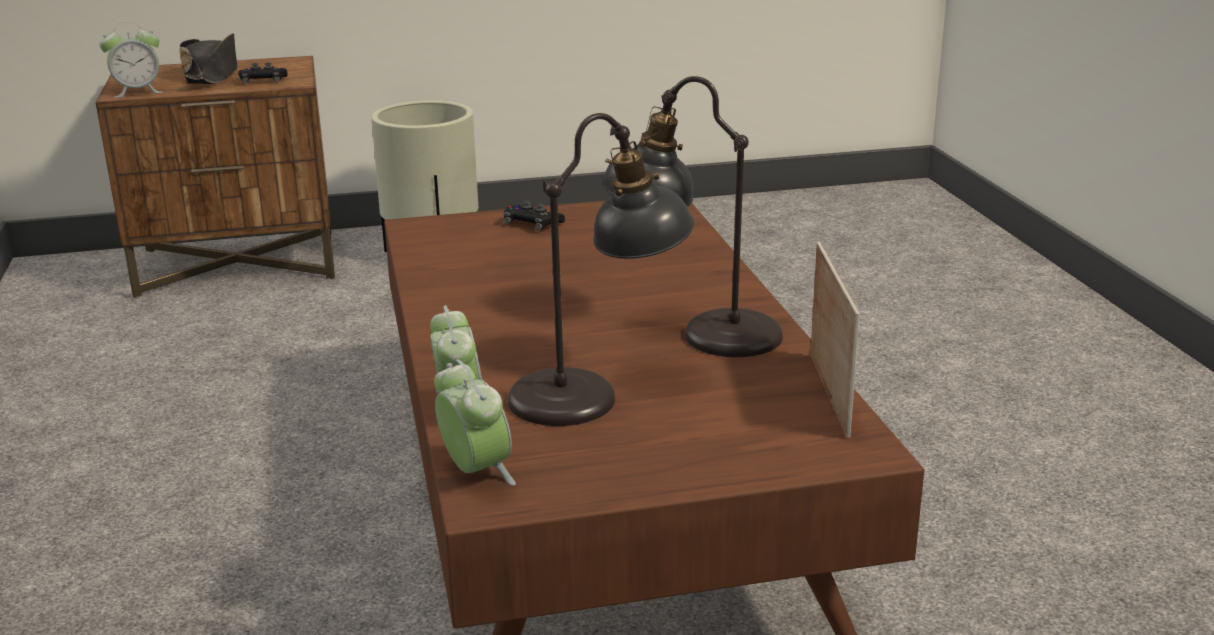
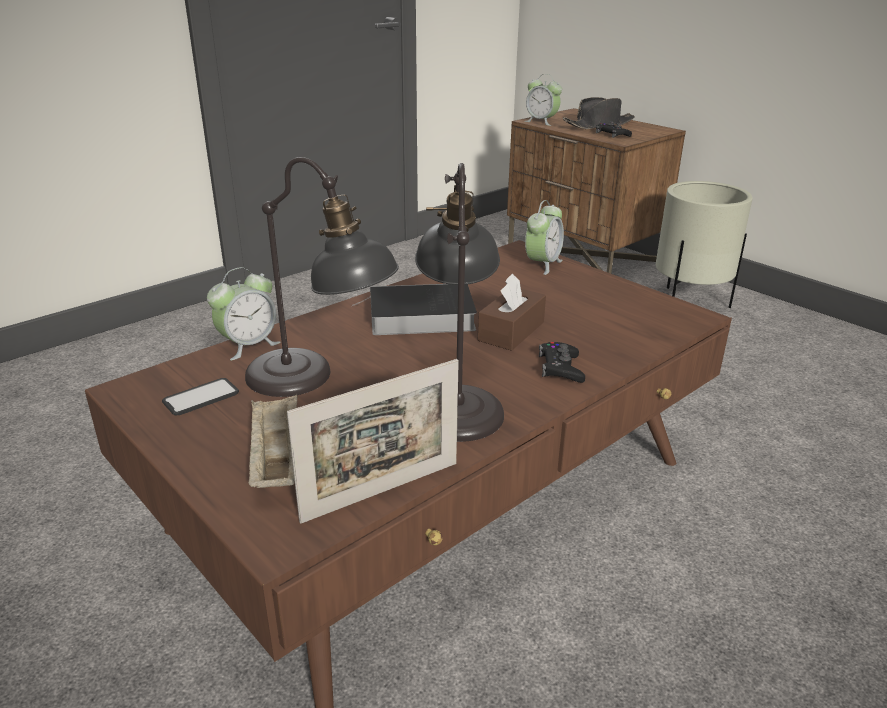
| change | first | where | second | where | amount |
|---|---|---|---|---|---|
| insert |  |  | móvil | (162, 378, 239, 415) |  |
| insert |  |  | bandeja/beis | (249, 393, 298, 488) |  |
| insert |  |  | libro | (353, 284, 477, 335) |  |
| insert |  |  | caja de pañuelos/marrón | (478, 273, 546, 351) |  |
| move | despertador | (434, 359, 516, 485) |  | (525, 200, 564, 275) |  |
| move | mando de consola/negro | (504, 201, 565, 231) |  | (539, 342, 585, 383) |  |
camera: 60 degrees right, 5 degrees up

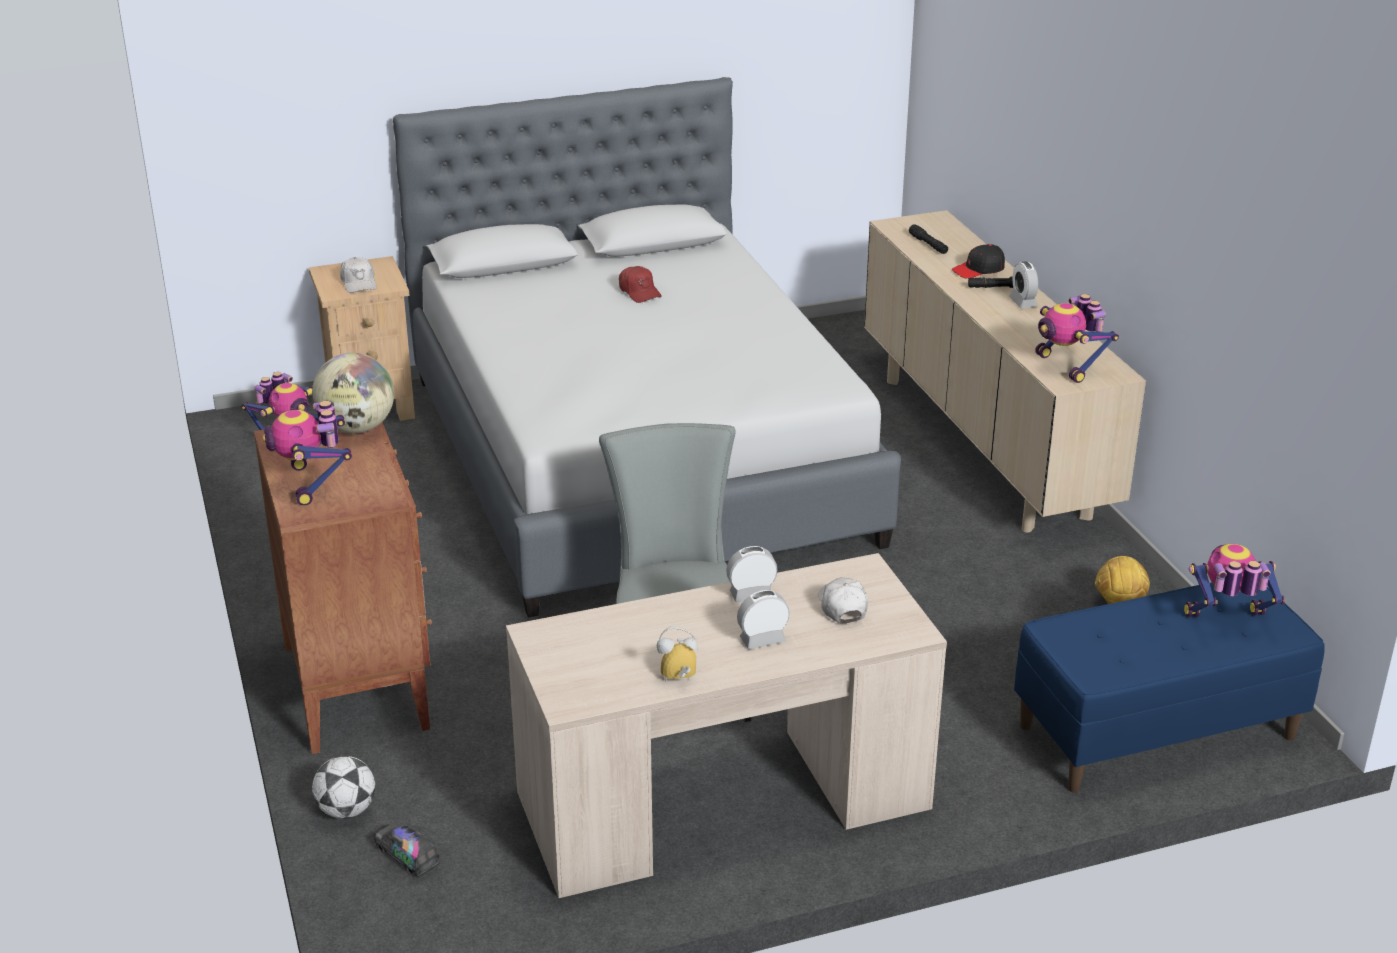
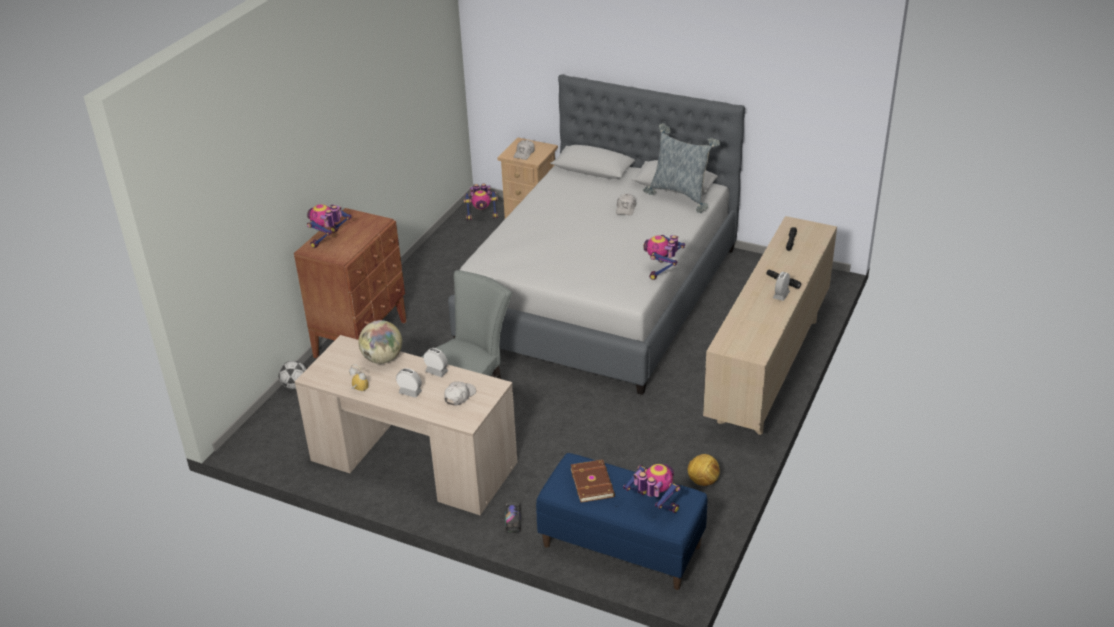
| change | first | where | second | where | amount |
|---|---|---|---|---|---|
| move | globo terráqueo | (312, 353, 394, 433) |  | (358, 320, 402, 364) |  |
| move | camión de juguete | (374, 822, 440, 877) |  | (505, 502, 521, 532) |  |
| insert |  |  | libro/marrón | (570, 459, 615, 503) |  |
| recolor | gorra/rojo | (619, 266, 662, 303) | gorra/blanco | (616, 193, 636, 215) |  |
| insert |  |  | cojín | (643, 124, 720, 213) |  |
| move | robot de juguete | (1035, 294, 1119, 383) |  | (643, 235, 685, 280) |  |
| delete | gorra/negro | (952, 244, 1005, 278) |  |  |  |
camera: 45 degrees right, 5 degrees up

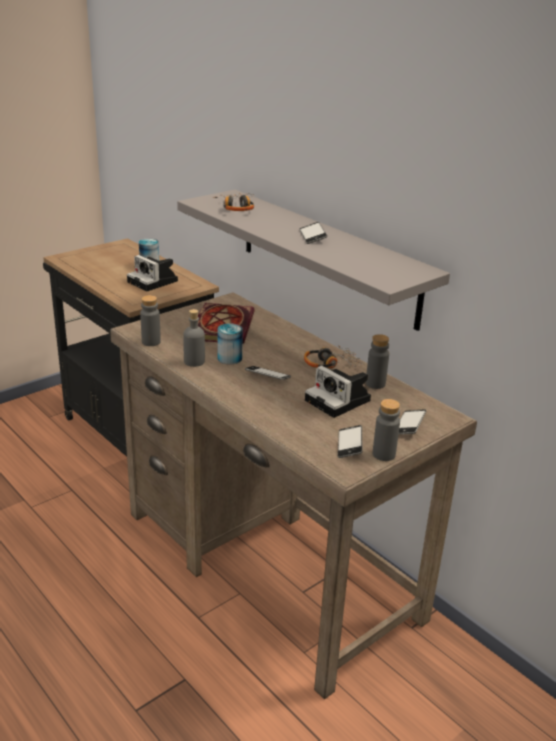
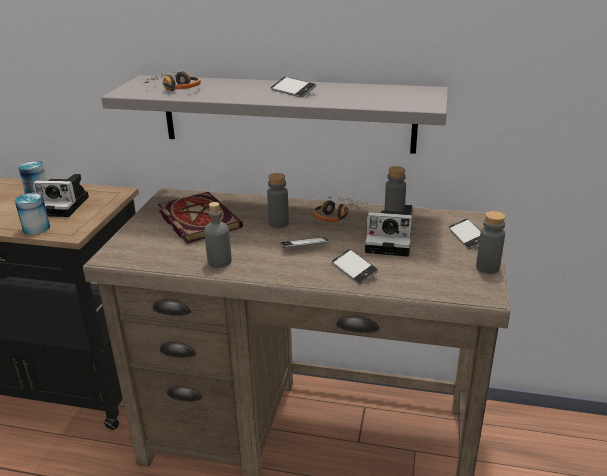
| change | first | where | second | where | amount |
|---|---|---|---|---|---|
| move | lata | (217, 323, 243, 365) |  | (15, 193, 50, 235) |  |
| move | botella/gris | (140, 295, 161, 346) |  | (267, 173, 289, 228) |  |
| move | móvil | (338, 425, 362, 458) |  | (332, 249, 378, 284) |  |
camera: 35 degrees left, 0 degrees up

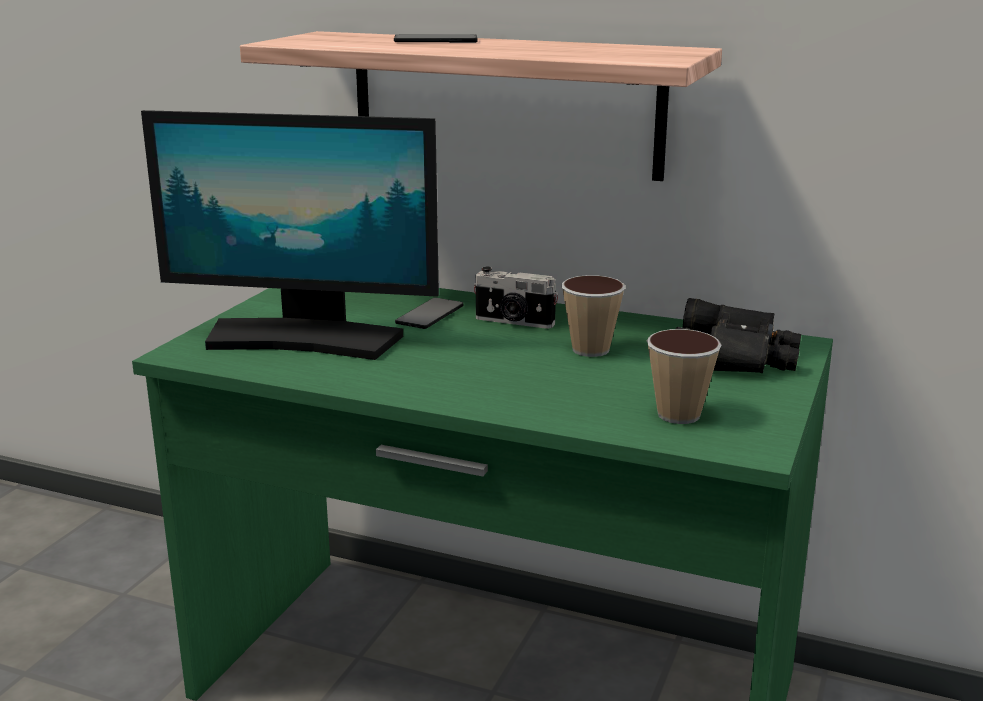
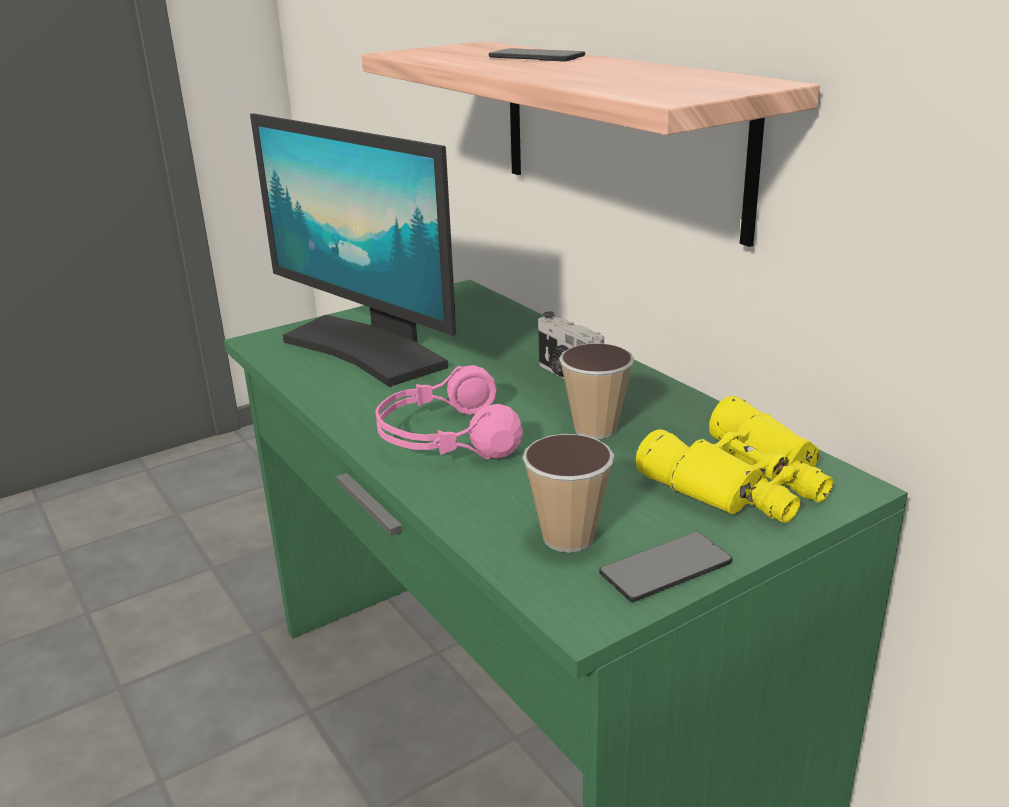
| change | first | where | second | where | amount |
|---|---|---|---|---|---|
| insert |  |  | auriculares/rosa | (375, 365, 523, 460) |  |
| move | móvil | (395, 298, 464, 329) |  | (599, 532, 732, 602) |  |
| recolor | prismáticos/negro | (676, 298, 801, 373) | prismáticos/amarillo | (636, 395, 833, 523) |  |
camera: 35 degrees right, 5 degrees up

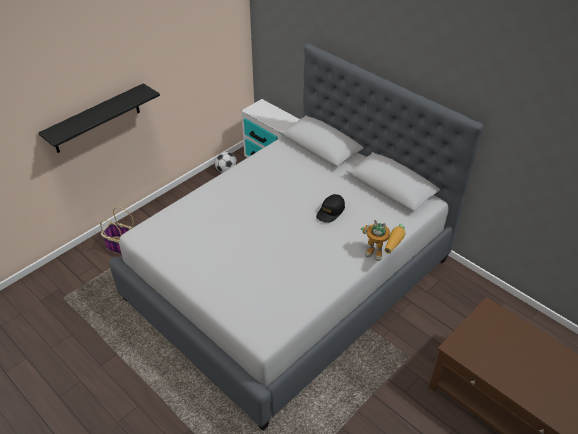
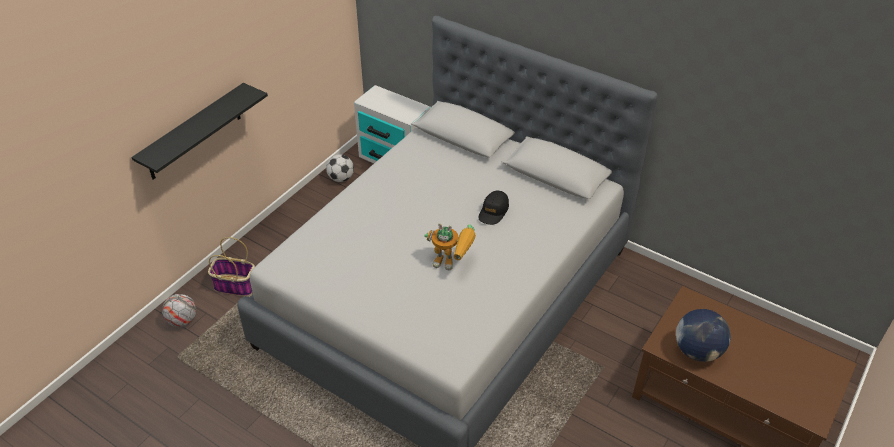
| change | first | where | second | where | amount |
|---|---|---|---|---|---|
| insert |  |  | balón de fútbol | (162, 294, 196, 327) |  |
| move | robot de juguete | (361, 219, 405, 261) |  | (424, 223, 476, 270) |  |
| insert |  |  | globo terráqueo | (676, 309, 731, 362) |  |
camera: 10 degrees left, 0 degrees up

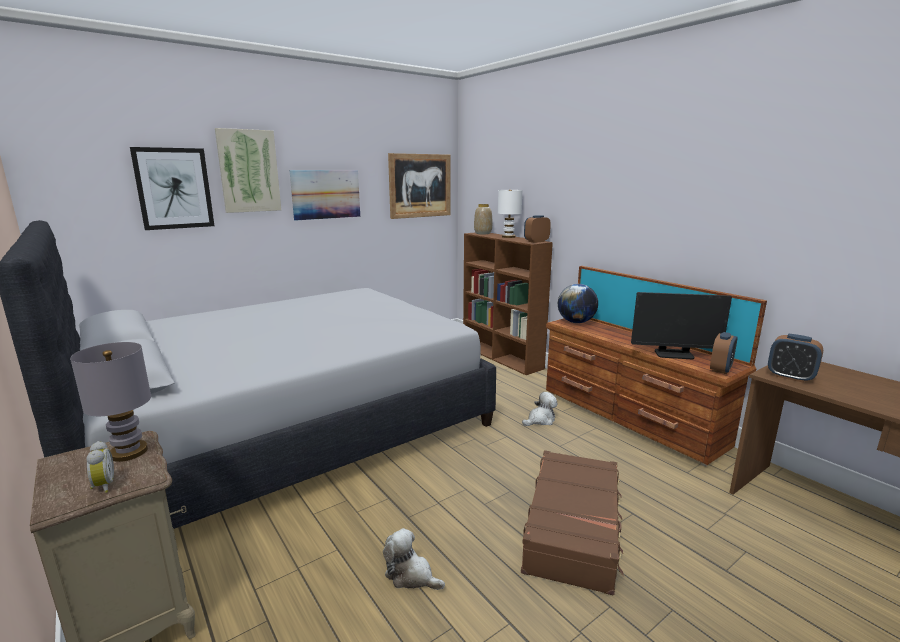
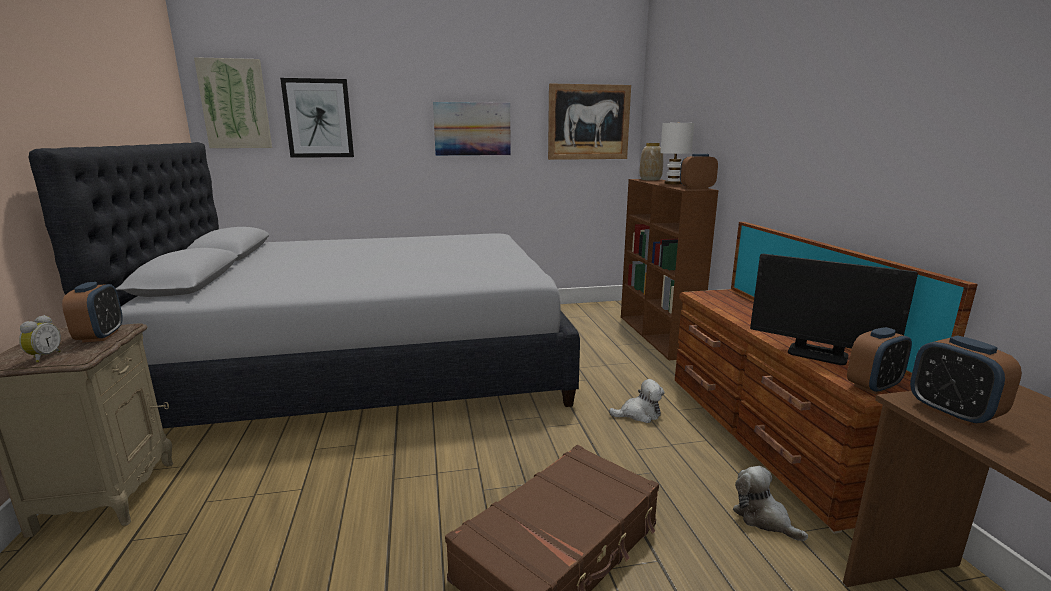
| change | first | where | second | where | amount |
|---|---|---|---|---|---|
| replace | lámpara de mesa/gris | (70, 342, 151, 462) | despertador | (62, 282, 123, 343) |  |
| move | cuadro | (215, 128, 281, 213) |  | (194, 57, 272, 148) |  |
| move | peluche | (383, 528, 445, 590) |  | (733, 466, 808, 541) |  |
| delete | globo terráqueo | (558, 284, 598, 323) |  |  |  |
camera: 25 degrees right, 0 degrees up

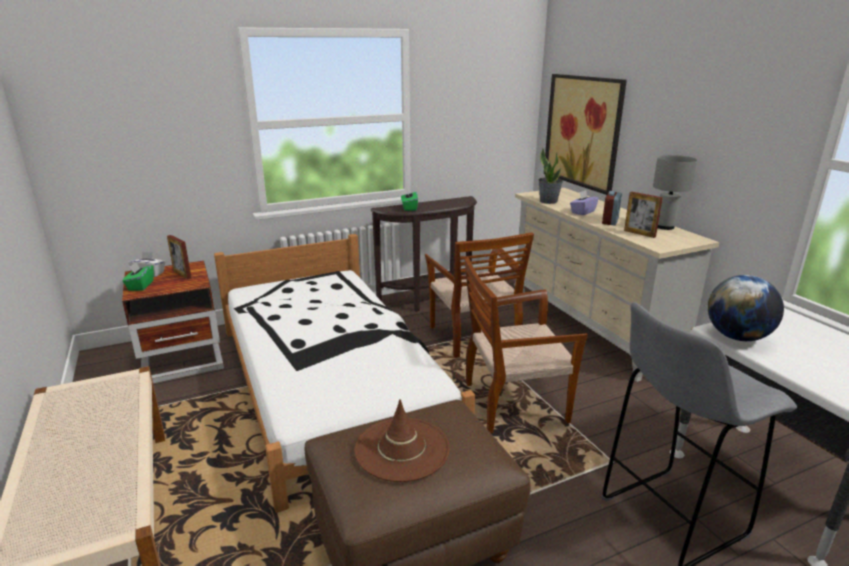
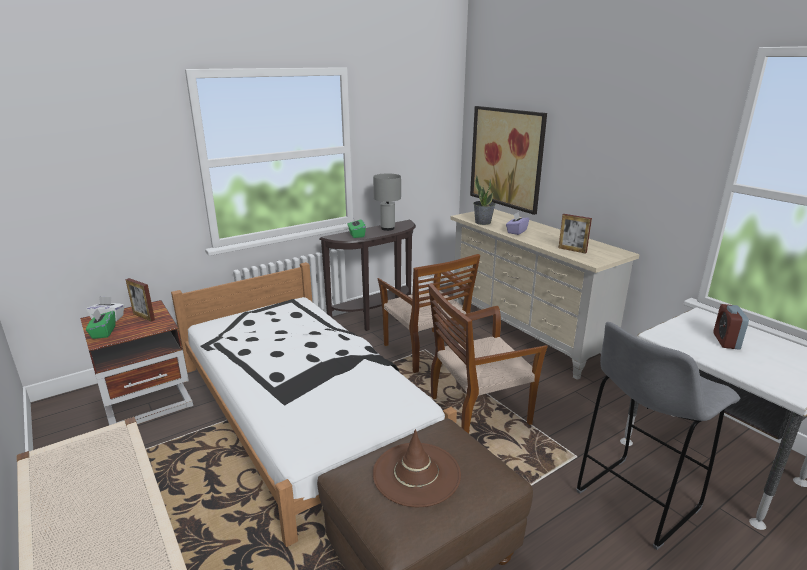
| change | first | where | second | where | amount |
|---|---|---|---|---|---|
| move | lámpara de mesa/gris | (653, 155, 697, 230) |  | (373, 173, 401, 231) |  |
| move | despertador | (602, 191, 622, 226) |  | (713, 304, 749, 350) |  |
| delete | globo terráqueo | (708, 275, 784, 341) |  |  |  |
camera: 10 degrees left, 0 degrees up

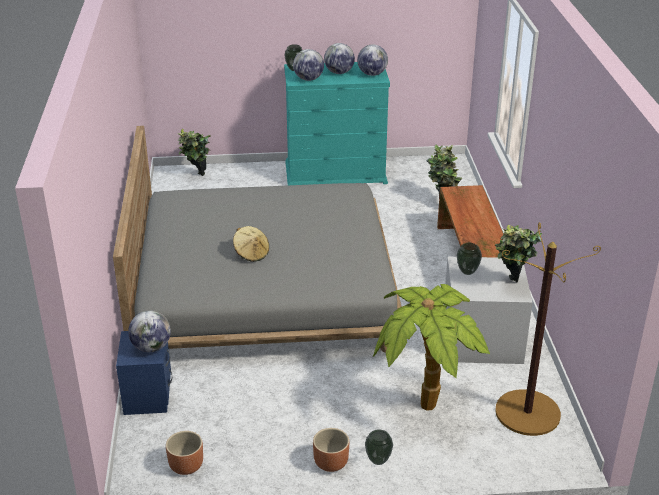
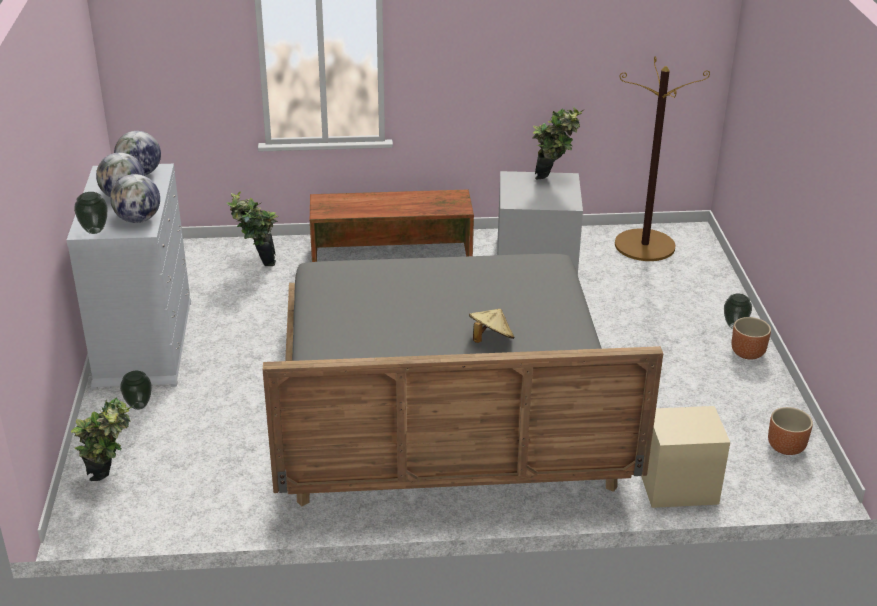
| change | first | where | second | where | amount |
|---|---|---|---|---|---|
| recolor | cómoda/turquesa | (284, 62, 390, 185) | cómoda/blanco | (66, 164, 191, 390) |  |
| move | florero | (457, 243, 482, 275) |  | (120, 371, 152, 410) |  |
| recolor | mesita de noche/azul | (116, 331, 172, 415) | mesita de noche/beis | (641, 406, 730, 508) |  |
| delete | globo terráqueo | (128, 310, 171, 352) |  |  |  |
| delete | planta en maceta | (373, 284, 490, 411) |  |  |  |
camera: 90 degrees left, 0 degrees up

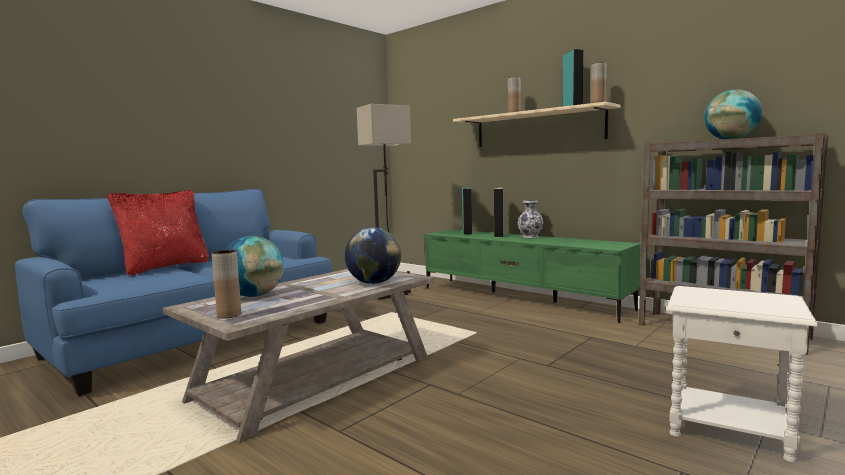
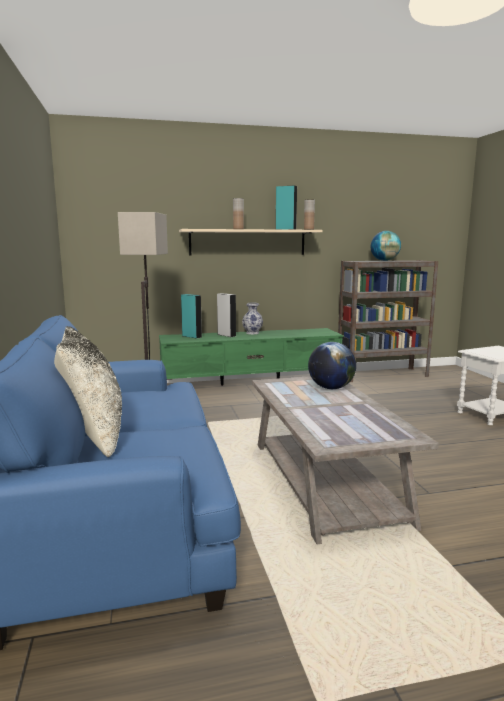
| change | first | where | second | where | amount |
|---|---|---|---|---|---|
| recolor | cojín/rojo | (107, 190, 209, 276) | cojín/beis | (54, 326, 122, 457) |  |
| delete | florero/marrón | (212, 250, 241, 318) |  |  |  |
| delete | globo terráqueo | (225, 236, 284, 297) |  |  |  |
camera: 55 degrees left, 5 degrees up

